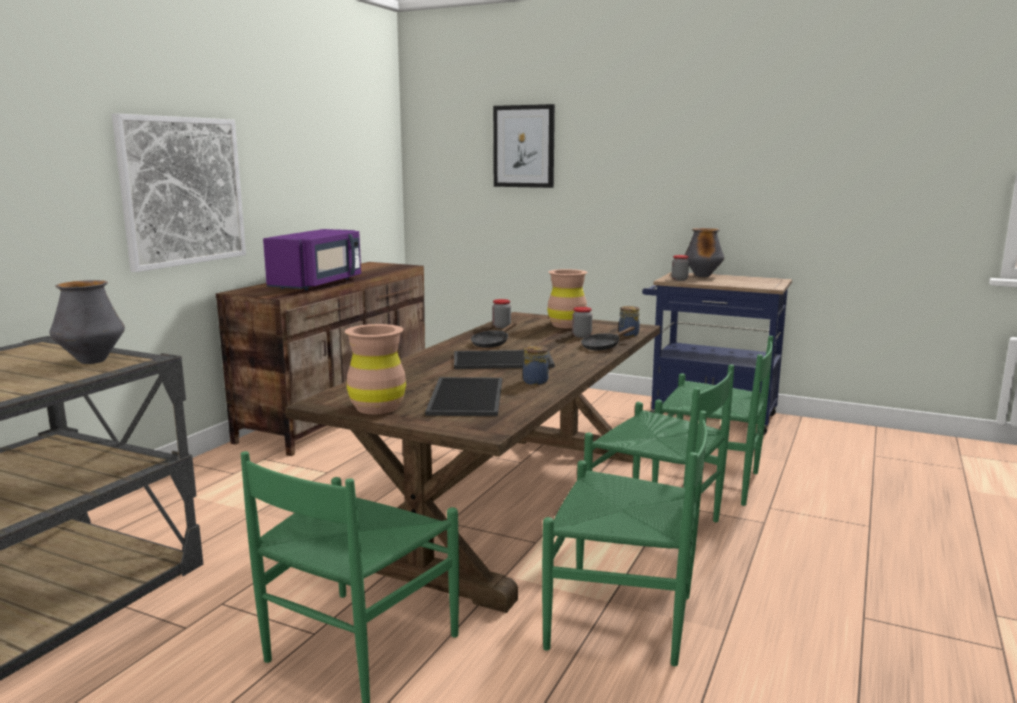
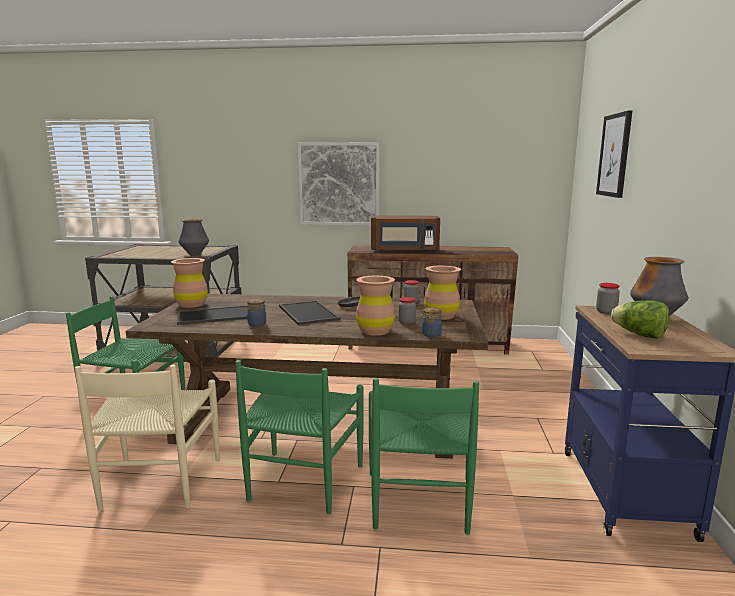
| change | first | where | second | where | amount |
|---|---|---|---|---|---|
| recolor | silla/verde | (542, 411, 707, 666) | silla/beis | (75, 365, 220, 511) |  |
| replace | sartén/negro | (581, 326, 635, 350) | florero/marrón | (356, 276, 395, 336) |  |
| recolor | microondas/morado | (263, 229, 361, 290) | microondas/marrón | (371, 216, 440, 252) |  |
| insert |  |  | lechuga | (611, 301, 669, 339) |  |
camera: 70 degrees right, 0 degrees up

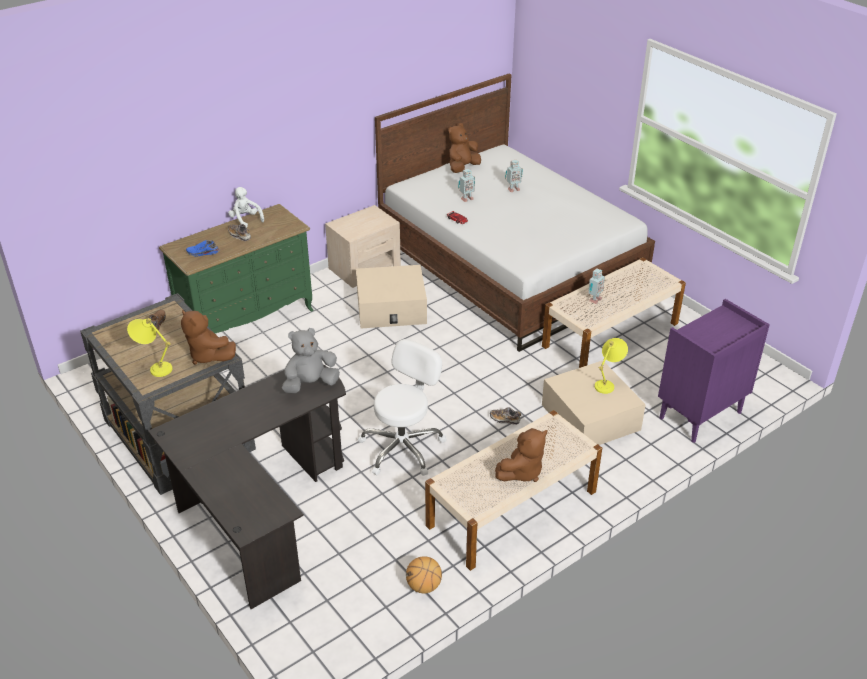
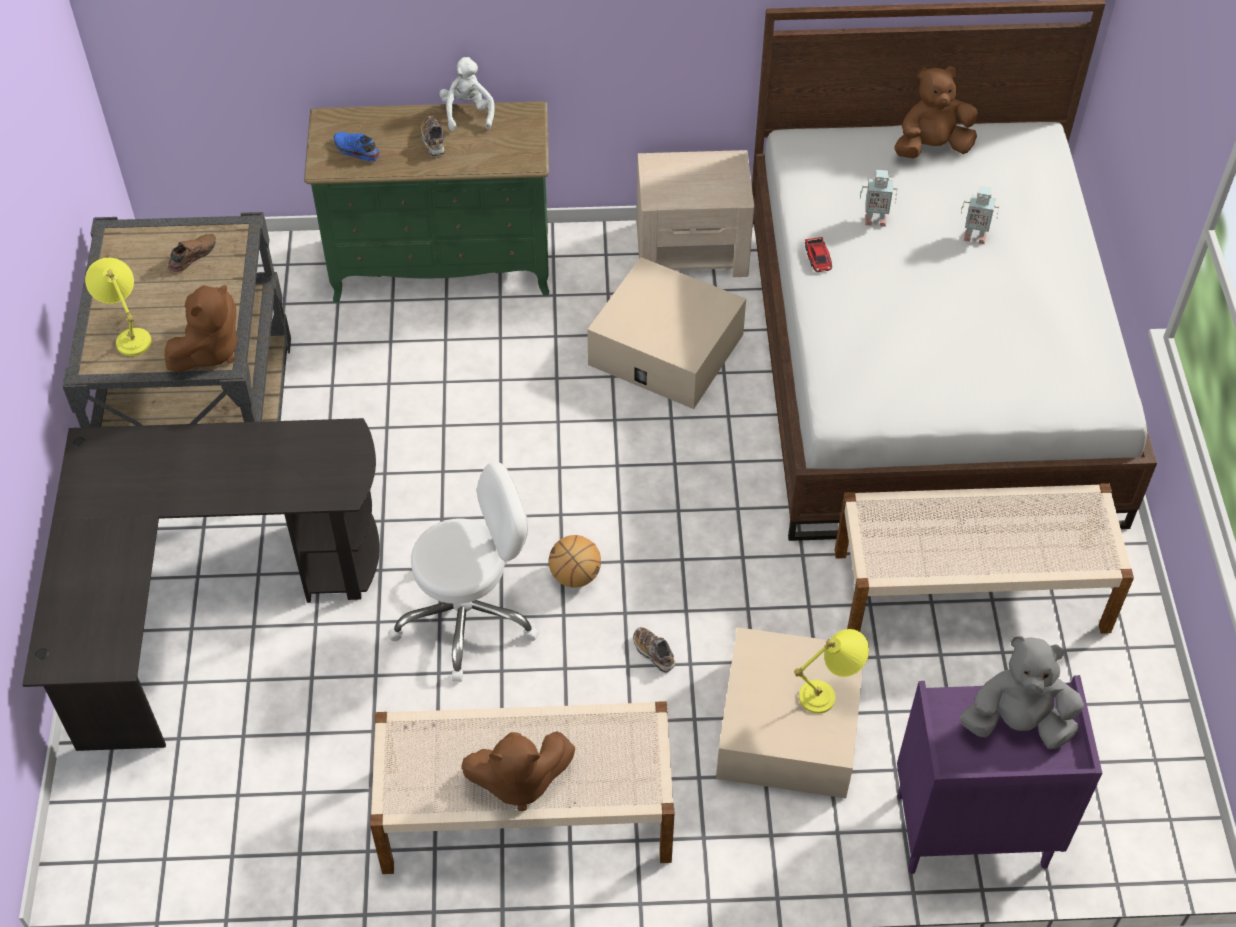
| change | first | where | second | where | amount |
|---|---|---|---|---|---|
| rotate | peluche/marrón | (181, 309, 236, 364) |  | (165, 285, 238, 372) | 135 degrees counterclockwise |
| move | balón de baloncesto | (406, 556, 442, 594) |  | (549, 535, 601, 588) |  |
| move | peluche/gris | (282, 328, 340, 393) |  | (960, 636, 1084, 750) |  |
| delete | robot de juguete | (588, 268, 605, 304) |  |  |  |
camera: 35 degrees right, 15 degrees up

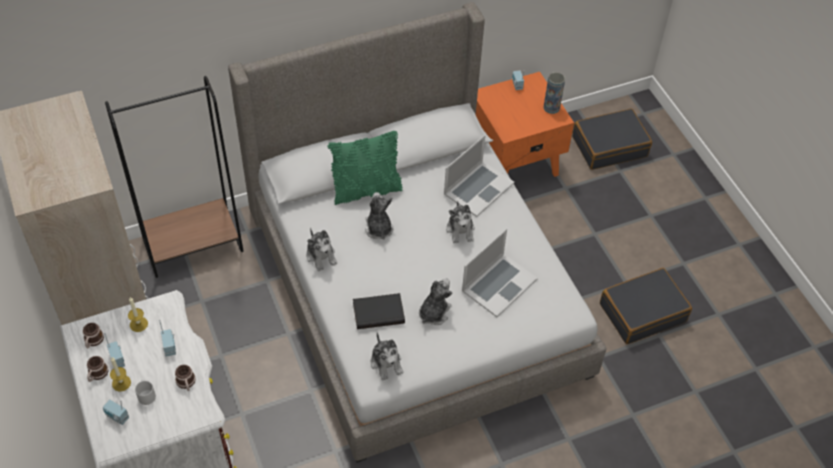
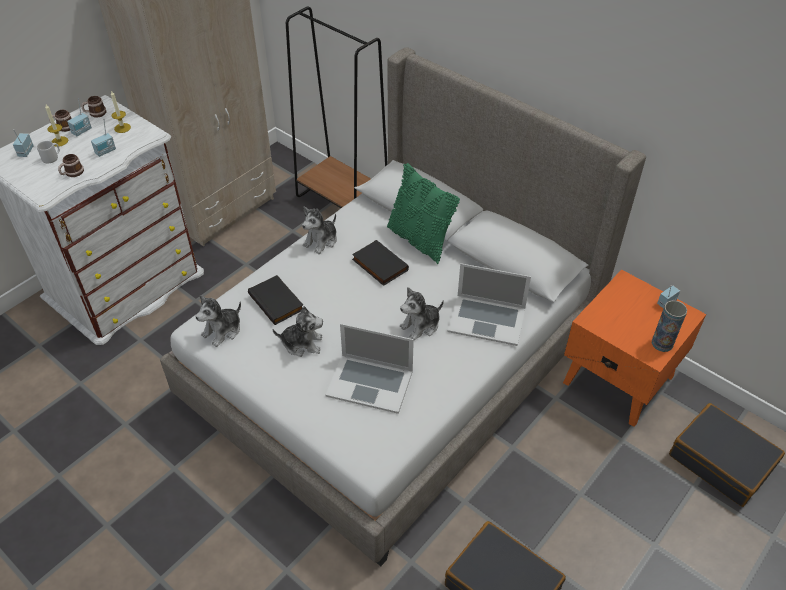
| change | first | where | second | where | amount |
|---|---|---|---|---|---|
| replace | peluche | (365, 192, 393, 239) | libro/negro | (352, 240, 409, 286) |  |
camera: 65 degrees right, 5 degrees down

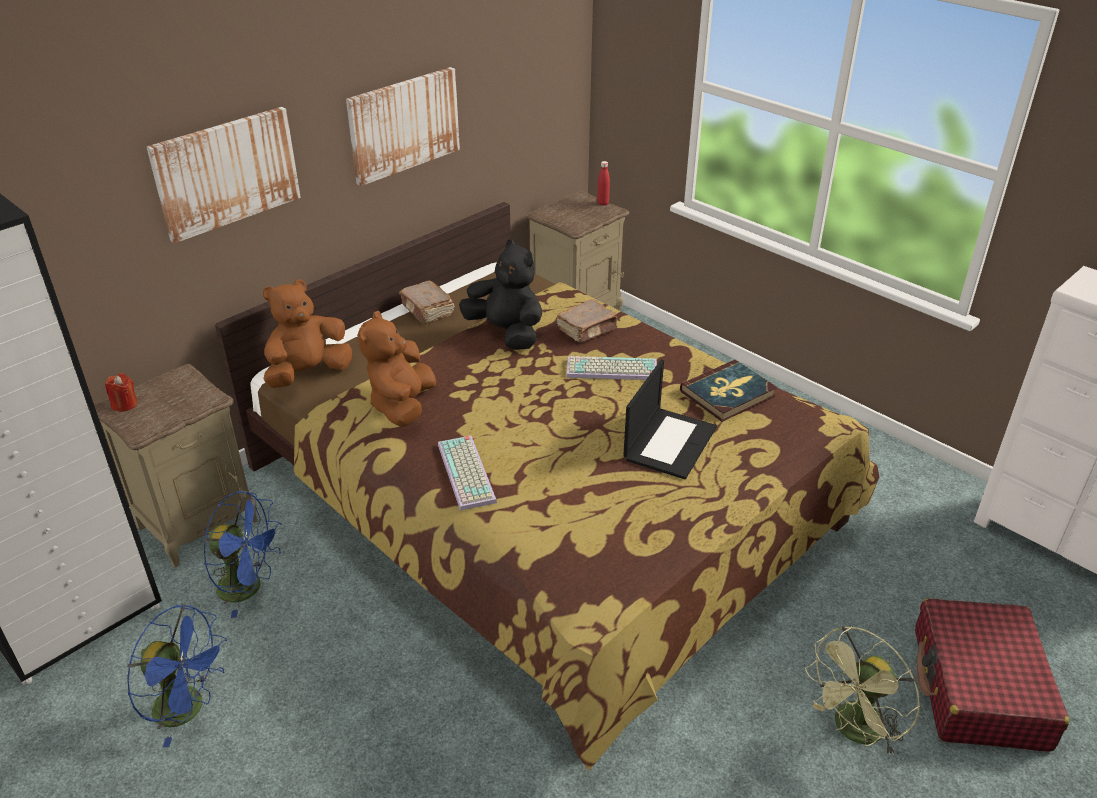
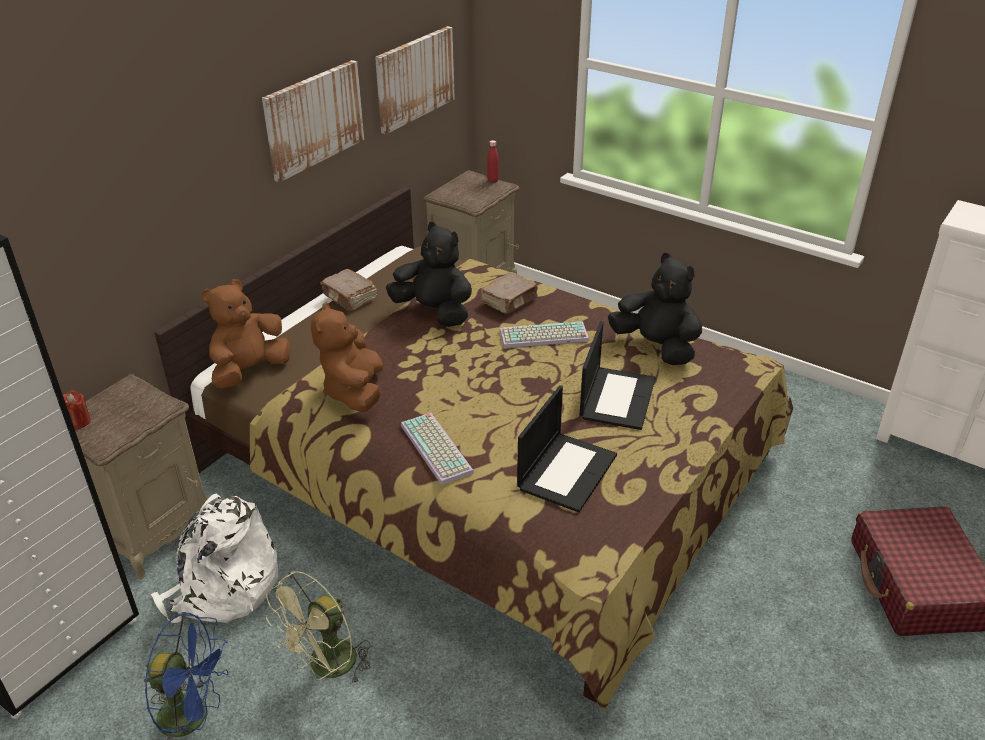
| change | first | where | second | where | amount |
|---|---|---|---|---|---|
| replace | ventilador/azul | (203, 491, 282, 618) | mochila/blanco | (151, 493, 278, 623) |  |
| move | ventilador/verde | (805, 626, 920, 756) |  | (266, 571, 370, 683) |  |
| move | cuadro | (146, 107, 301, 243) |  | (375, 26, 455, 134) |  |
| insert |  |  | portátil | (517, 385, 617, 513) |  |
| replace | libro | (680, 360, 777, 422) | peluche/negro | (608, 253, 702, 365) |  |
camera: 10 degrees left, 0 degrees up

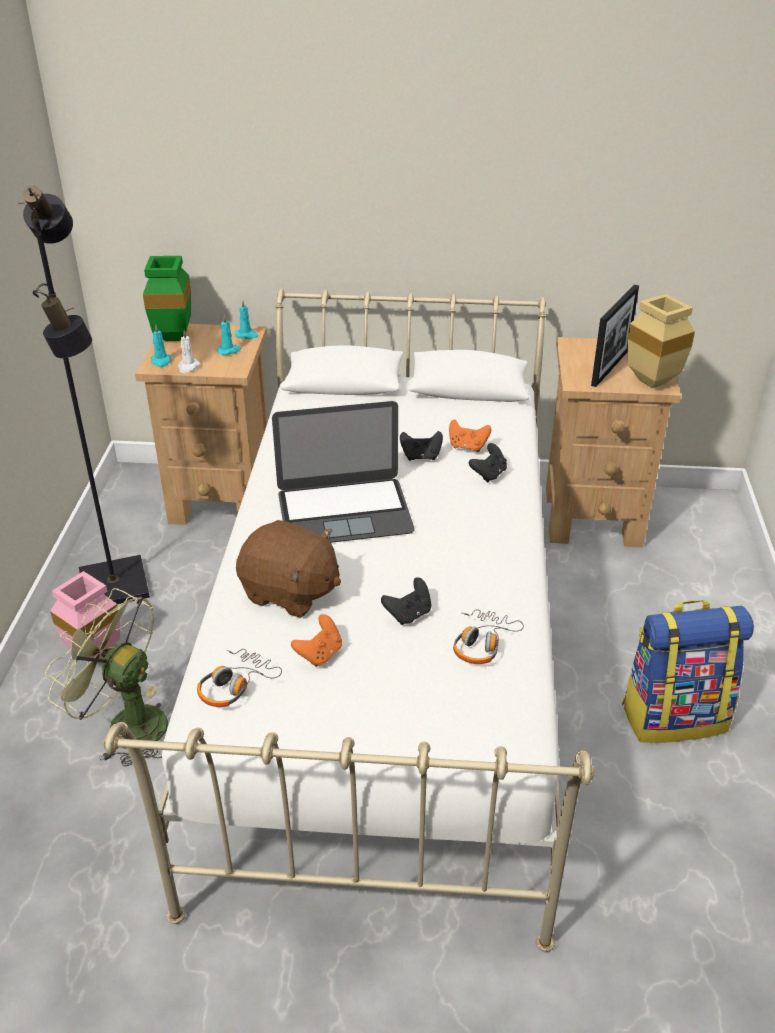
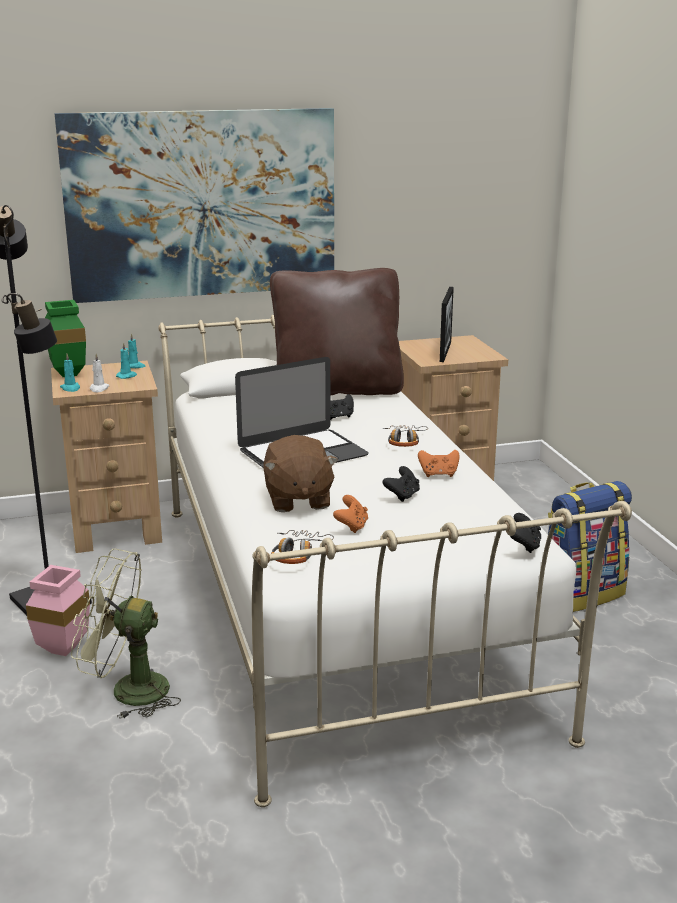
| change | first | where | second | where | amount |
|---|---|---|---|---|---|
| insert |  |  | cuadro | (54, 108, 334, 303) |  |
| rotate | peluche/marrón | (236, 520, 341, 618) |  | (263, 435, 338, 512) | 75 degrees clockwise |
| insert |  |  | cojín/marrón | (270, 268, 404, 396) |  |
| move | auriculares | (453, 609, 524, 664) |  | (383, 425, 428, 447) |  |
| move | mando de consola/naranja | (449, 420, 491, 452) |  | (418, 450, 460, 477) |  |
| move | mando de consola/negro | (469, 443, 507, 482) |  | (510, 513, 541, 553) |  |
| delete | florero/beis | (628, 294, 695, 388) |  |  |  |
camera: 20 degrees left, 15 degrees down

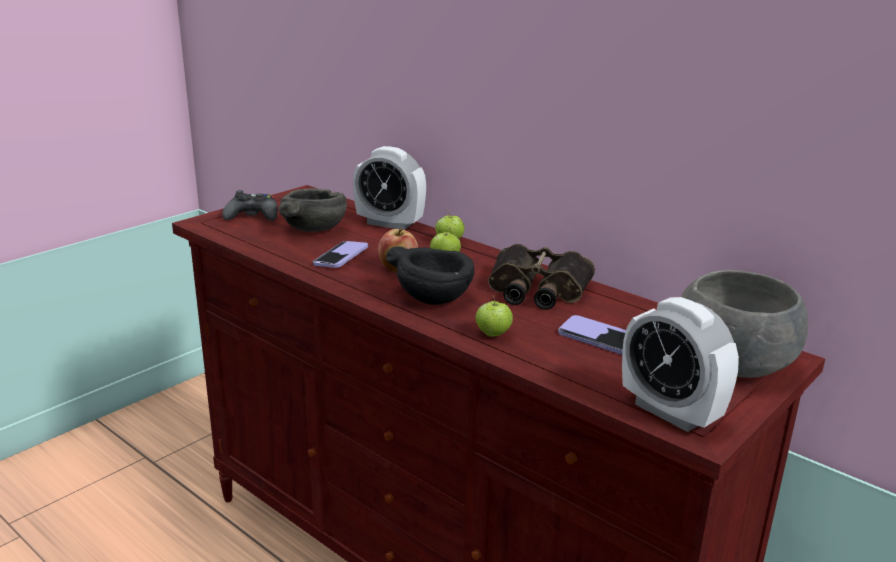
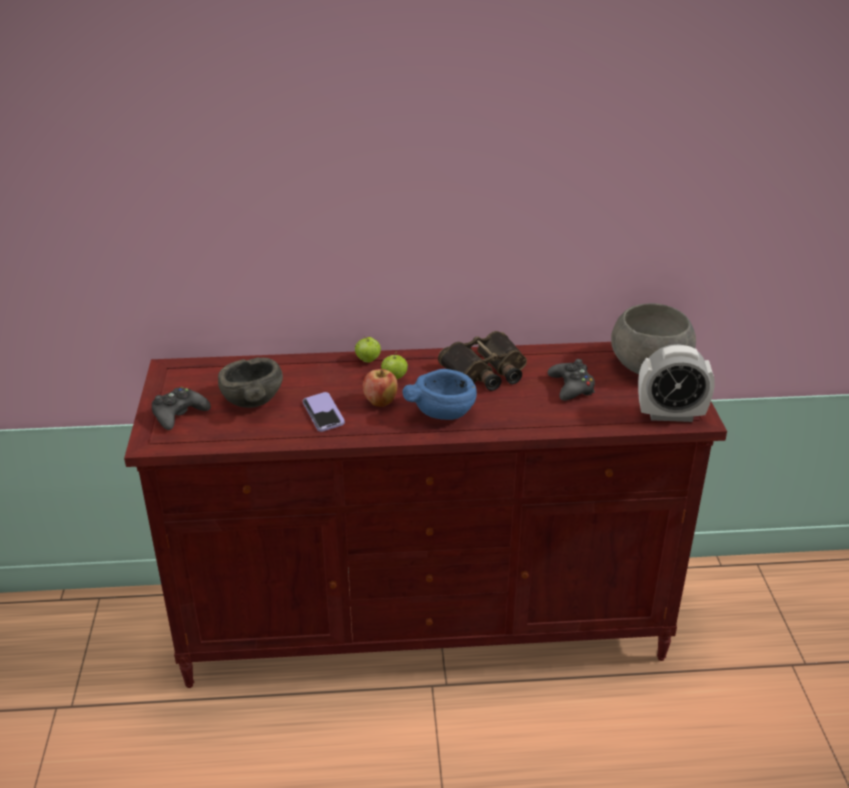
| change | first | where | second | where | amount |
|---|---|---|---|---|---|
| recolor | cuenco/negro | (386, 246, 474, 305) | cuenco/azul | (402, 369, 477, 420) |  |
| replace | móvil | (558, 315, 626, 355) | mando de consola/negro | (548, 359, 595, 401) |  |
| delete | despertador | (353, 146, 426, 230) |  |  |  |
| delete | manzana | (476, 295, 513, 337) |  |  |  |
camera: 45 degrees left, 10 degrees up

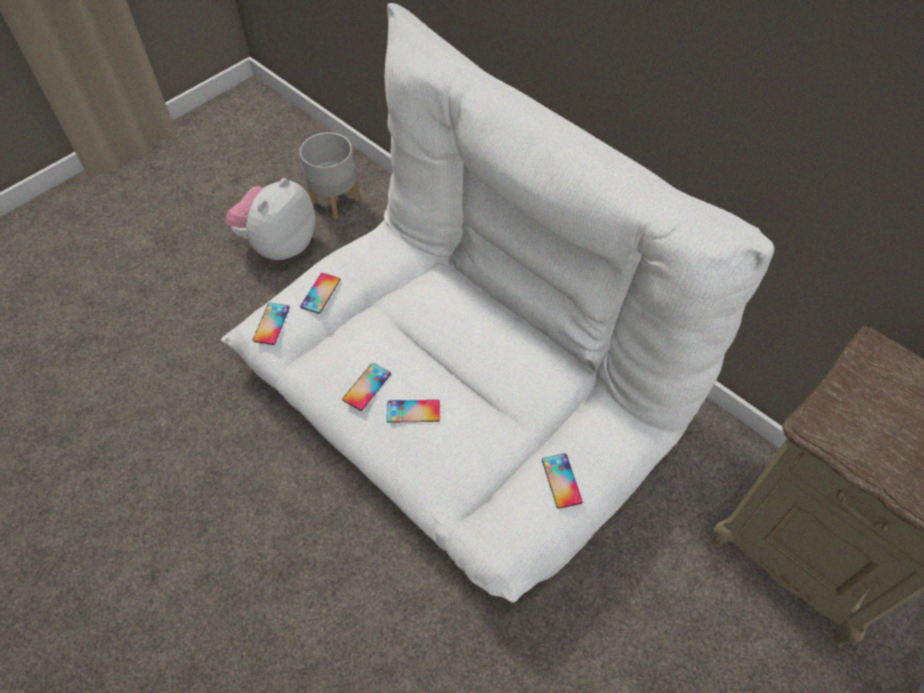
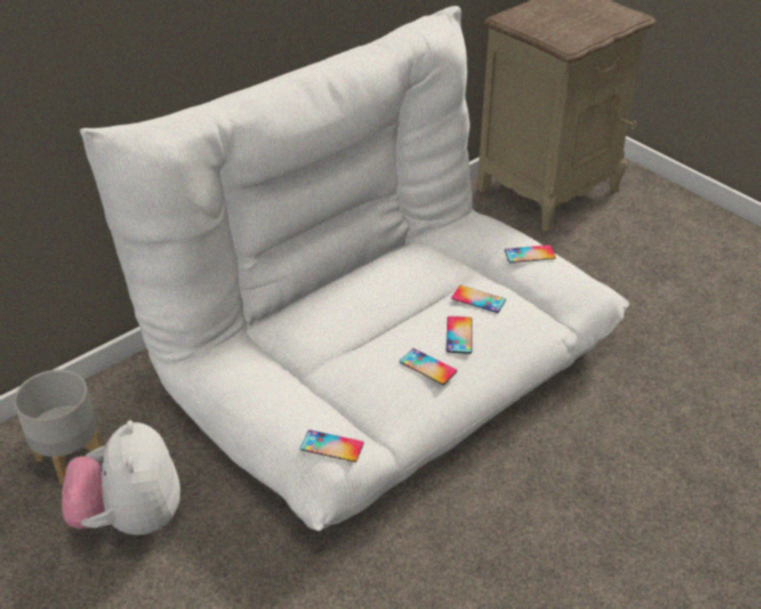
| change | first | where | second | where | amount |
|---|---|---|---|---|---|
| rotate | peluche | (226, 178, 316, 260) |  | (62, 420, 180, 535) | 45 degrees clockwise |
| move | móvil | (300, 273, 341, 314) |  | (451, 285, 506, 313) |  |
camera: 85 degrees left, 15 degrees down

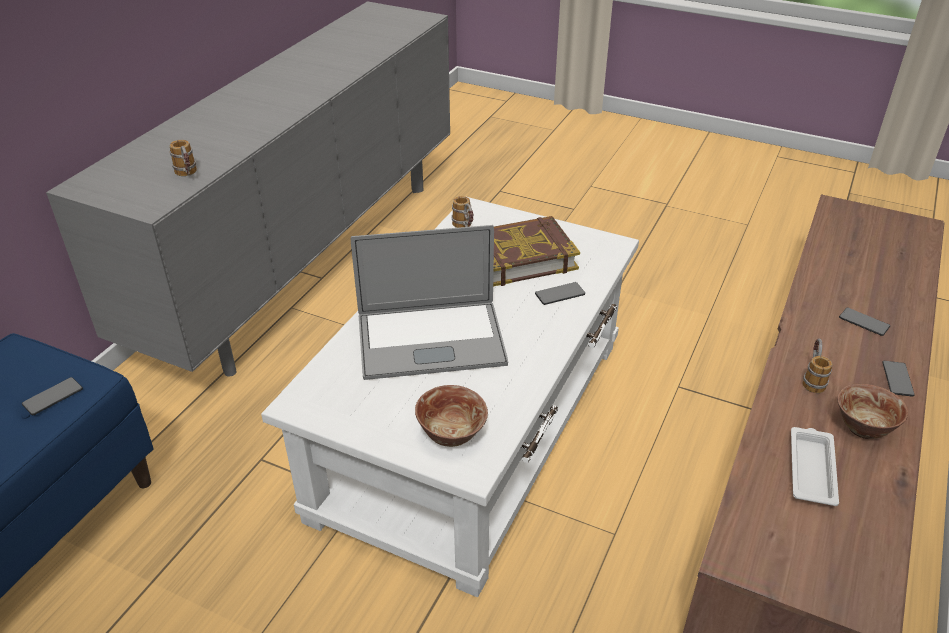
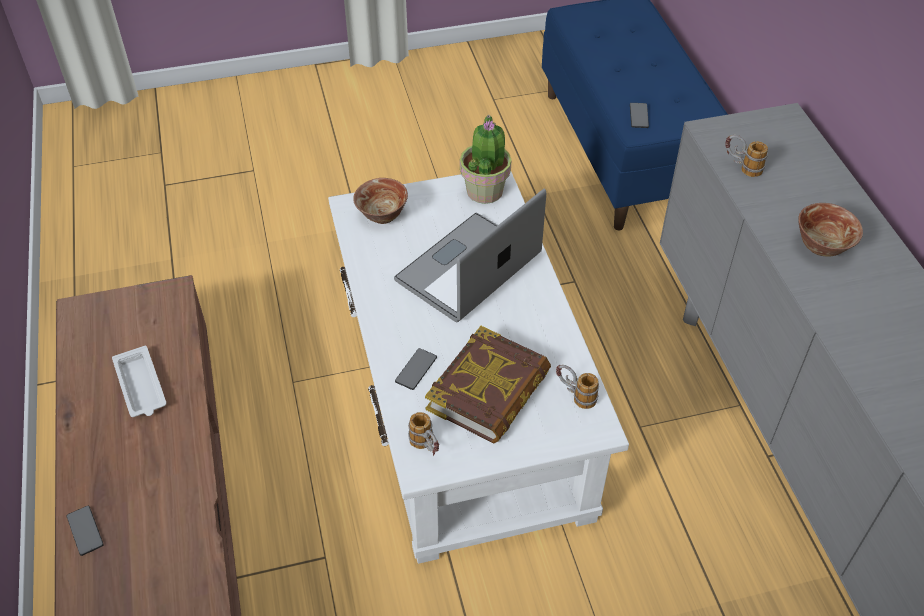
| change | first | where | second | where | amount |
|---|---|---|---|---|---|
| move | taza grande | (802, 338, 832, 393) |  | (408, 412, 439, 456) |  |
| insert |  |  | planta en maceta | (460, 115, 511, 204) |  |
| move | cuenco | (837, 384, 908, 439) |  | (798, 203, 863, 257) |  |
| delete | móvil | (839, 308, 890, 336) |  |  |  |
camera: 140 degrees right, 10 degrees up

